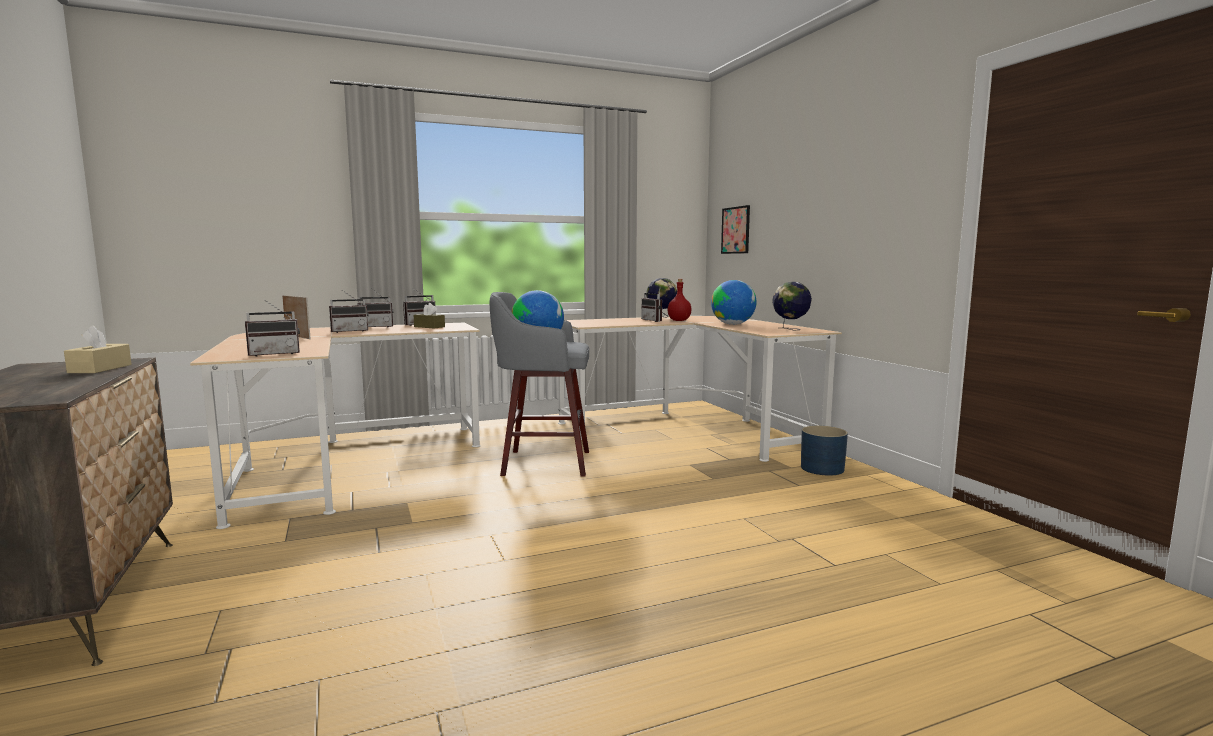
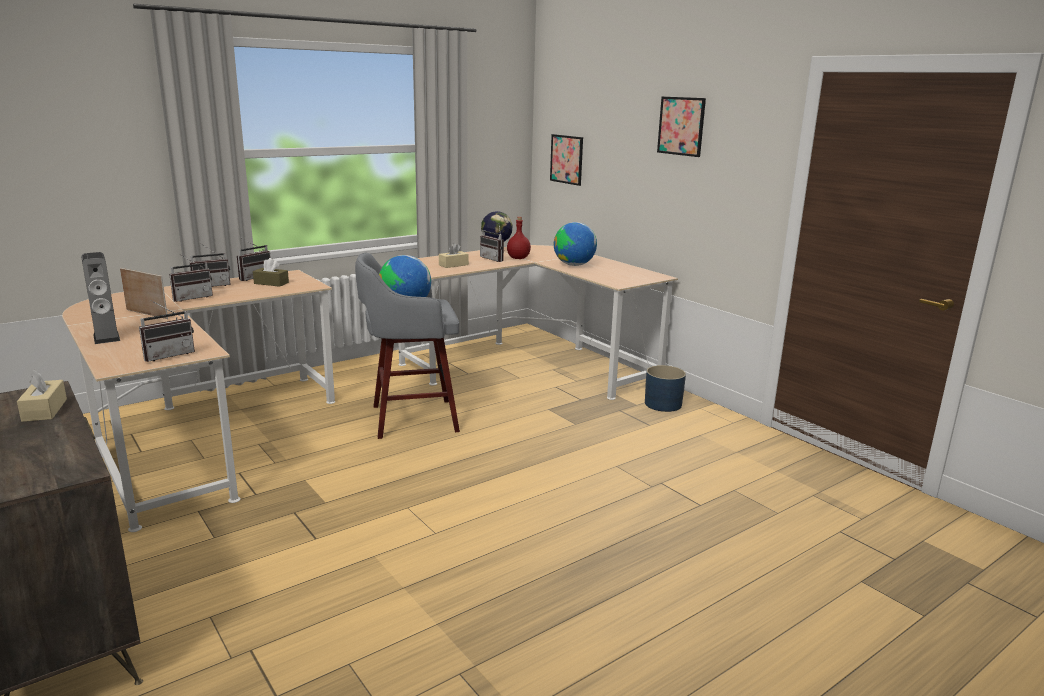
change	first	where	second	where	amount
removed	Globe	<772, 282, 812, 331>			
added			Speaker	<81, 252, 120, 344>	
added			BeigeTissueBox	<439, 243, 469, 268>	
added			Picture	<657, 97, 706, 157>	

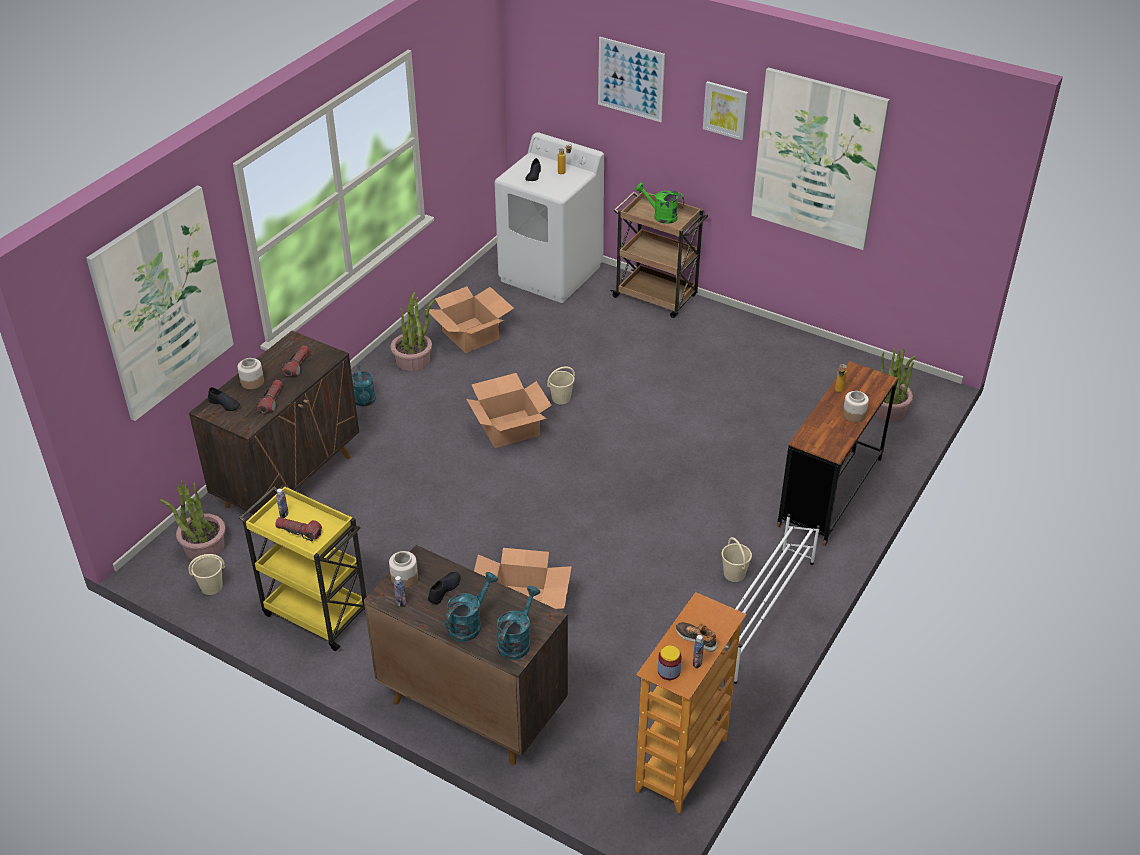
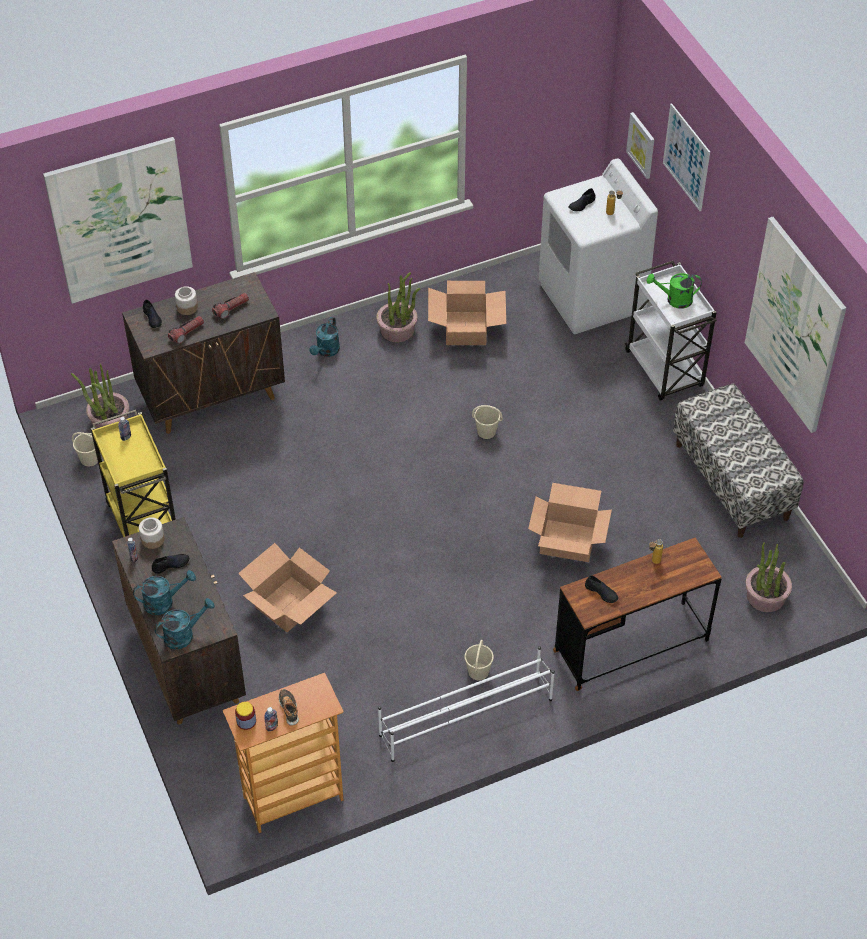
change	first	where	second	where	amount
removed	Flashlight	<275, 517, 322, 542>			
moved	CardboardBox	<466, 373, 552, 448>		<528, 483, 612, 562>	
recoloured	BrownCart	<611, 191, 708, 318>	WhiteCart	<625, 261, 717, 401>	
turned	GreenWateringCan	<635, 182, 684, 224>		<646, 273, 702, 309>	60 degrees counterclockwise
moved	Picture	<703, 81, 748, 140>		<626, 112, 654, 179>	
removed	Jar	<842, 391, 869, 422>			
added			BlackShoe	<585, 576, 619, 603>	
added			Bench	<673, 384, 803, 538>	

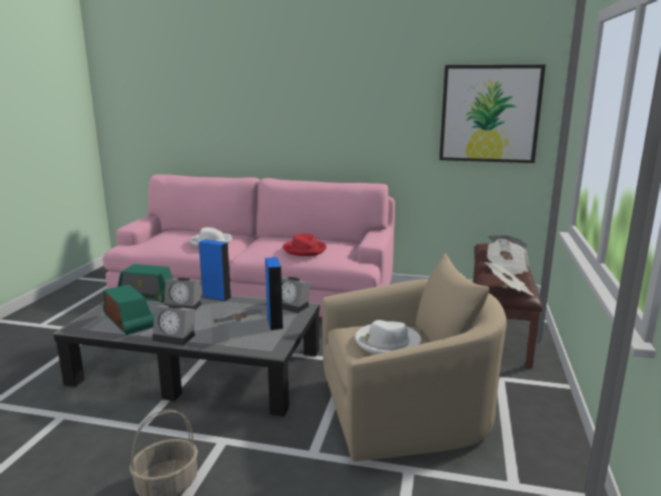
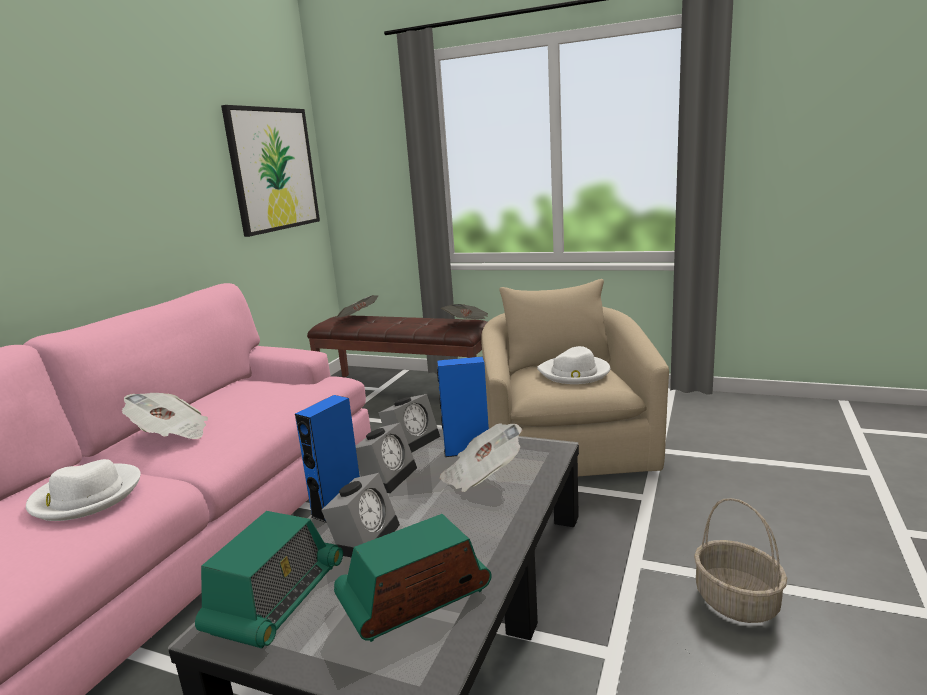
change	first	where	second	where	amount
moved	AlarmClock	<152, 304, 195, 346>		<356, 423, 417, 493>	
removed	RedHat	<283, 233, 327, 256>			
moved	Newspaper	<487, 239, 529, 275>		<122, 393, 208, 439>	

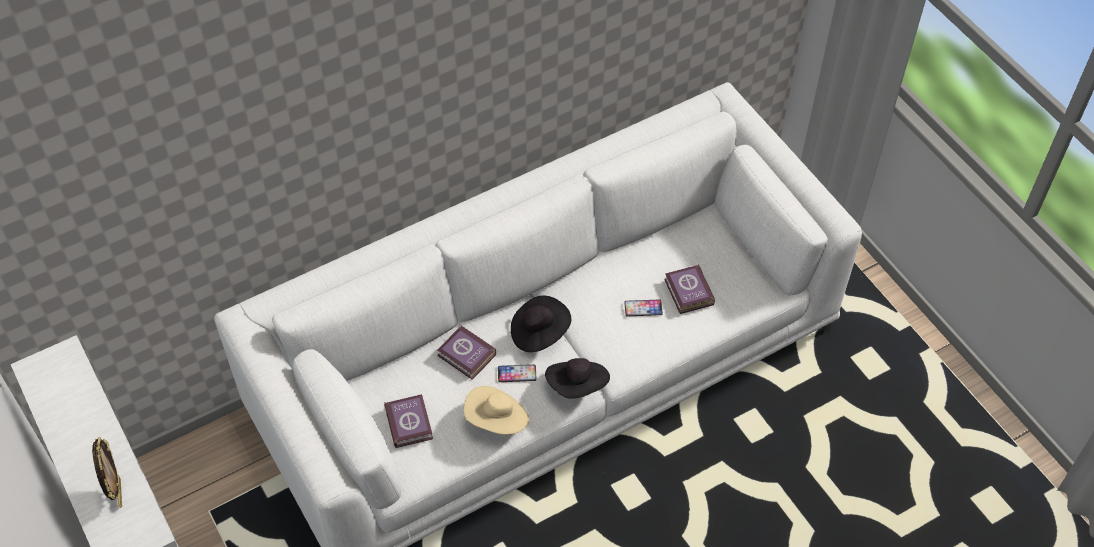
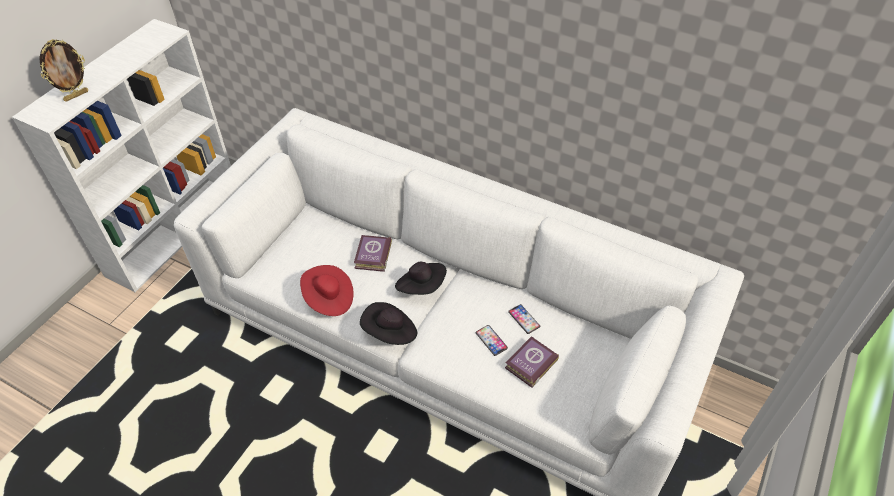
change	first	where	second	where	amount
removed	Book	<384, 394, 433, 448>			
recoloured	BeigeHat	<464, 386, 529, 435>	RedHat	<300, 265, 354, 316>	
moved	Phone	<498, 364, 537, 382>		<508, 304, 540, 334>	

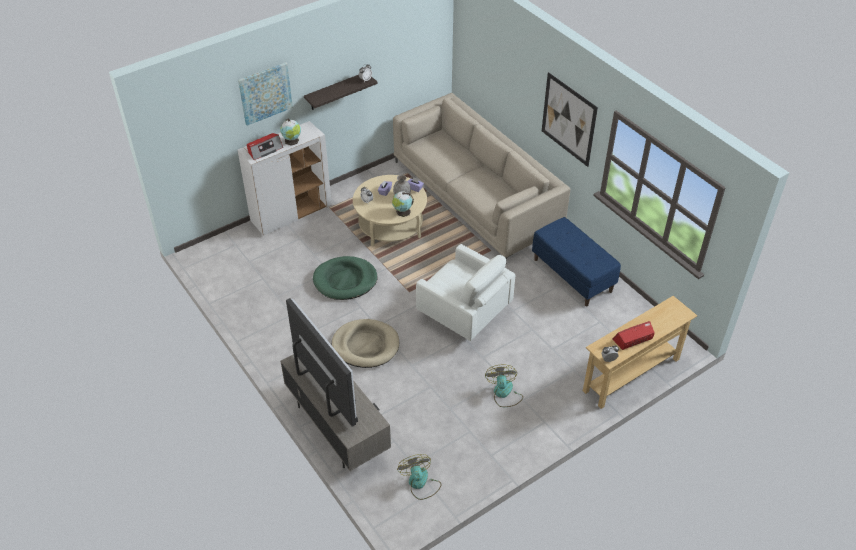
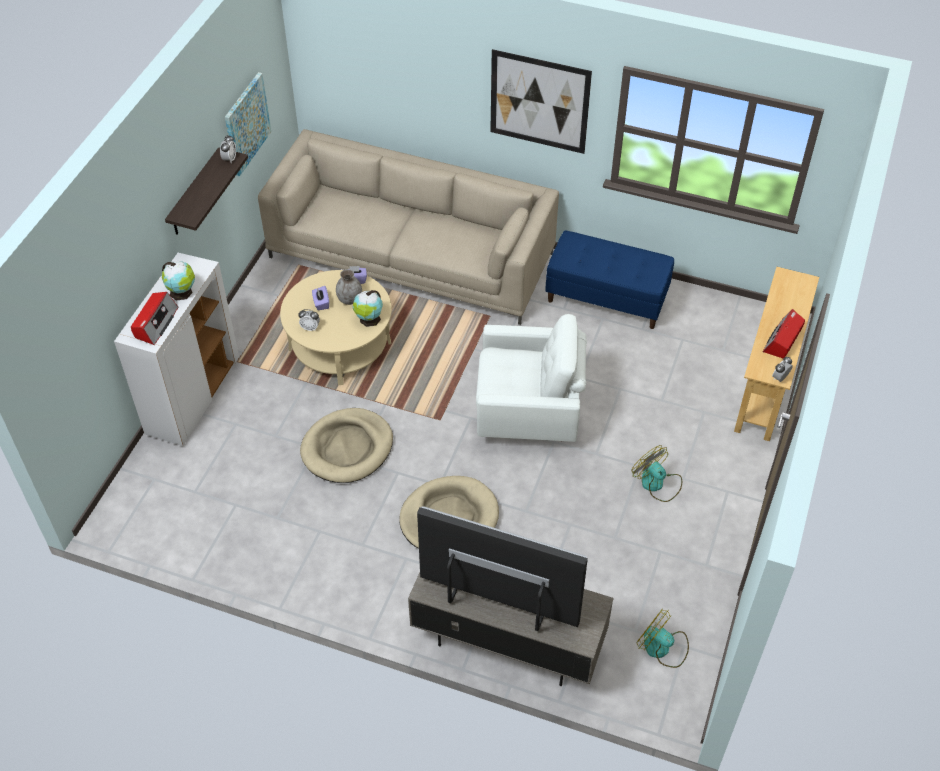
change	first	where	second	where	amount
moved	Picture	<238, 62, 293, 126>		<225, 72, 271, 177>	
recoloured	GreenDogBed	<313, 256, 378, 300>	BeigeDogBed	<300, 408, 393, 483>	

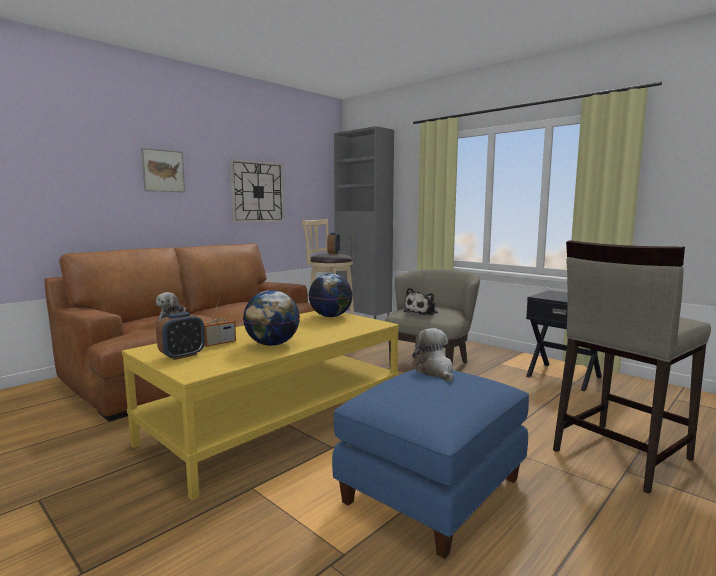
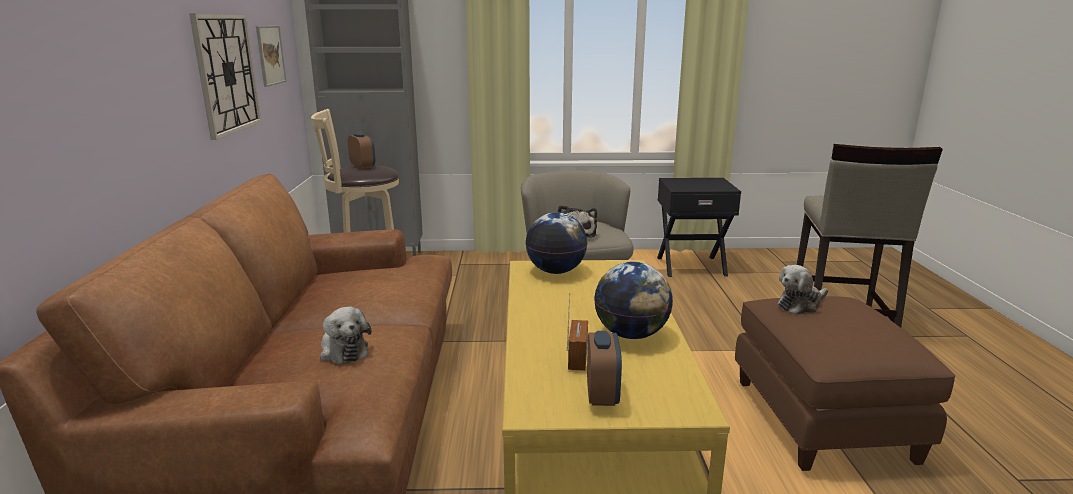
change	first	where	second	where	amount
moved	Picture	<141, 148, 185, 192>		<256, 26, 287, 87>	
recoloured	BlueOttoman	<332, 369, 529, 559>	BrownOttoman	<735, 296, 955, 471>	
turned	PlushToy	<413, 328, 454, 382>		<778, 265, 828, 315>	60 degrees counterclockwise

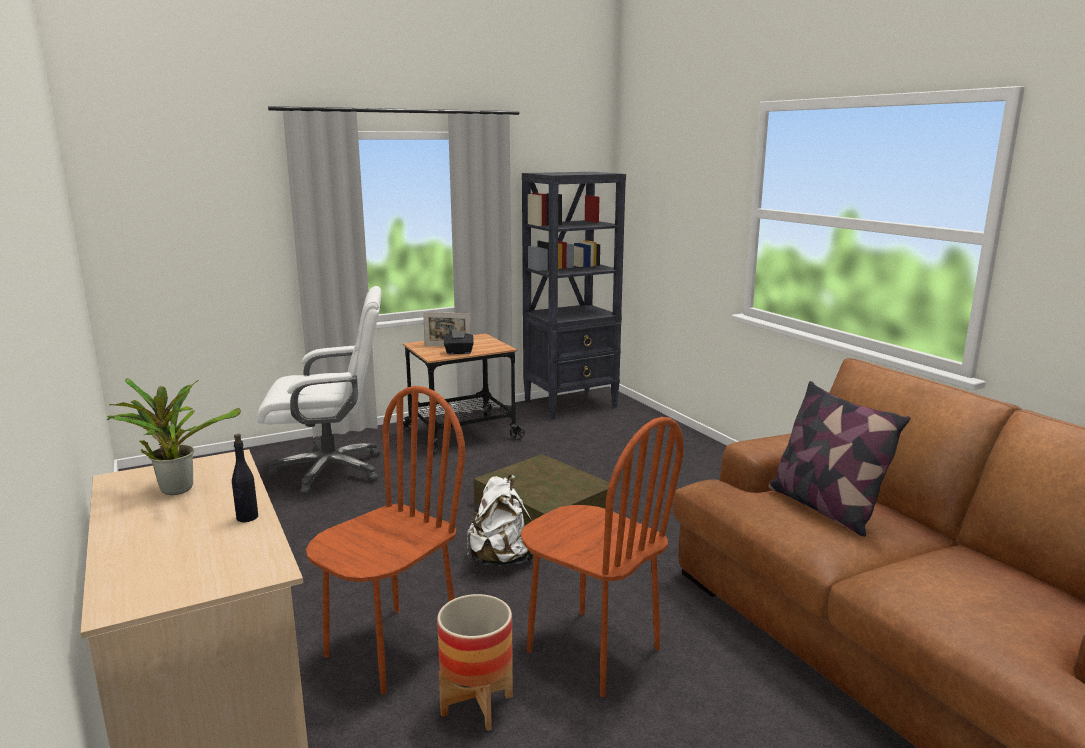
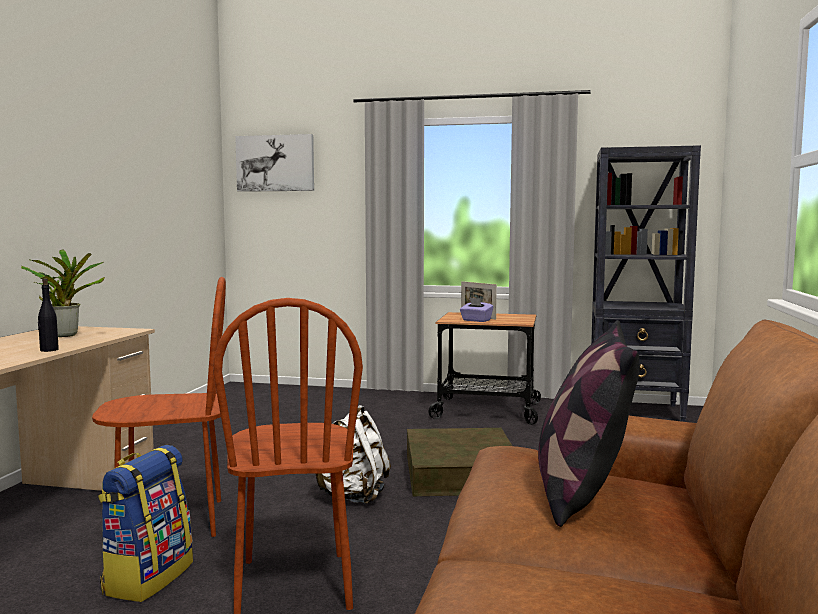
change	first	where	second	where	amount
removed	WhiteOfficeChair	<257, 286, 382, 495>			
replaced	Planter	<437, 594, 513, 731>	Backpack	<98, 445, 193, 602>	
recoloured	BlackTissueBox	<444, 331, 474, 354>	PurpleTissueBox	<460, 298, 494, 322>	
added			Picture	<235, 134, 314, 192>	

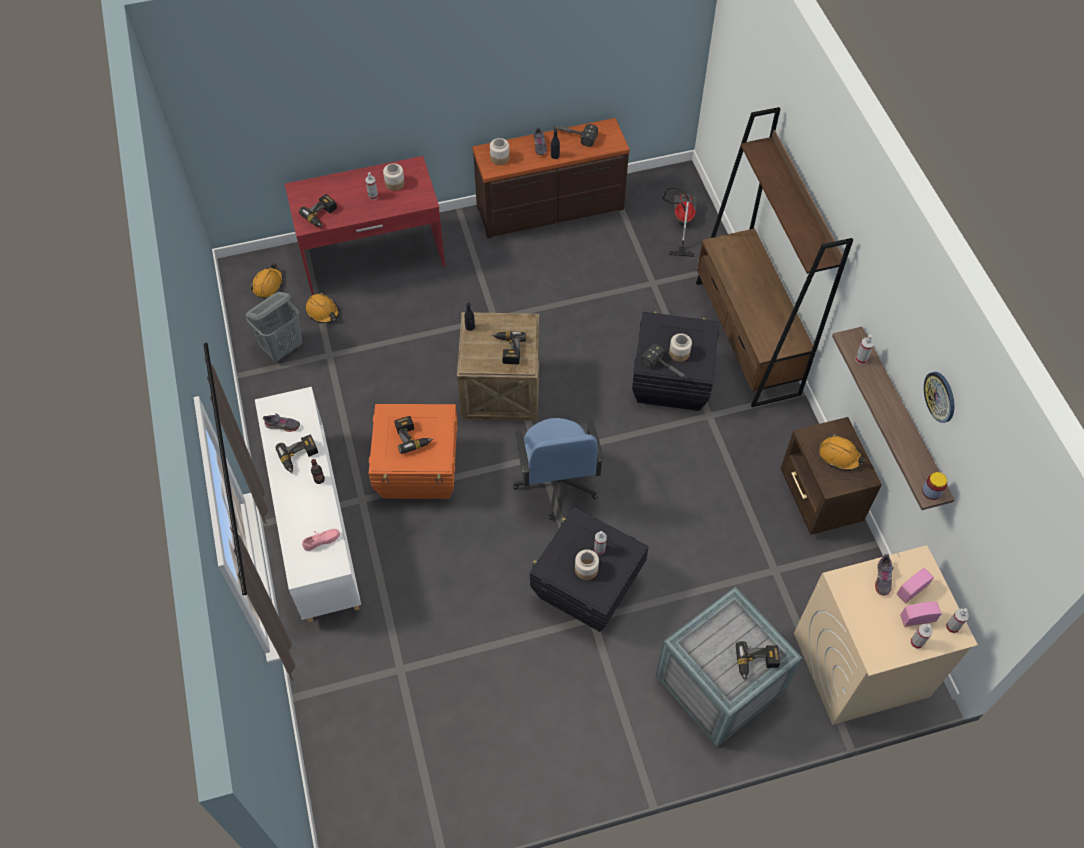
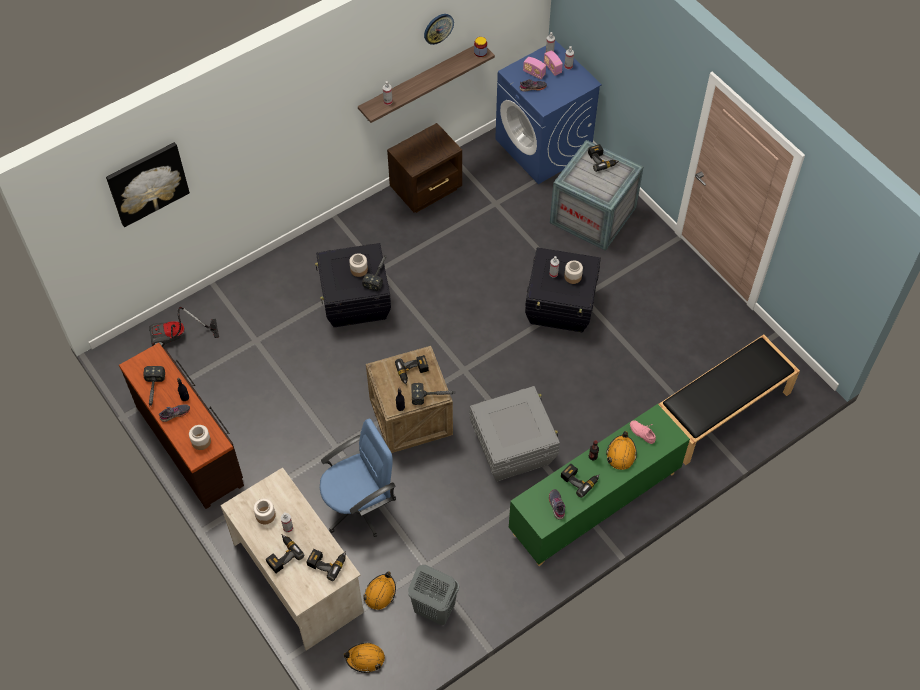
change	first	where	second	where	amount
recoloured	WhiteCabinet	<255, 387, 361, 622>	GreenCabinet	<509, 404, 690, 566>	
recoloured	RedDesk	<285, 156, 445, 295>	BeigeDesk	<220, 467, 364, 651>	
recoloured	OrangeStorageBox	<369, 404, 457, 499>	GreyStorageBox	<470, 386, 560, 482>	
moved	PowerDrill	<394, 416, 433, 454>		<266, 534, 305, 573>	
moved	BlueOfficeChair	<513, 418, 604, 520>		<320, 419, 396, 537>	
removed	BrownBookcase	<696, 107, 853, 407>			
recoloured	BeigeWashingMachine	<794, 545, 978, 725>	BlueWashingMachine	<495, 40, 602, 184>	
moved	OrangeHardHat	<819, 434, 866, 471>		<606, 431, 637, 470>	
added			Picture	<106, 142, 190, 227>	
added			Hammer	<411, 383, 456, 405>	
added			BlackBench	<658, 335, 800, 465>	

